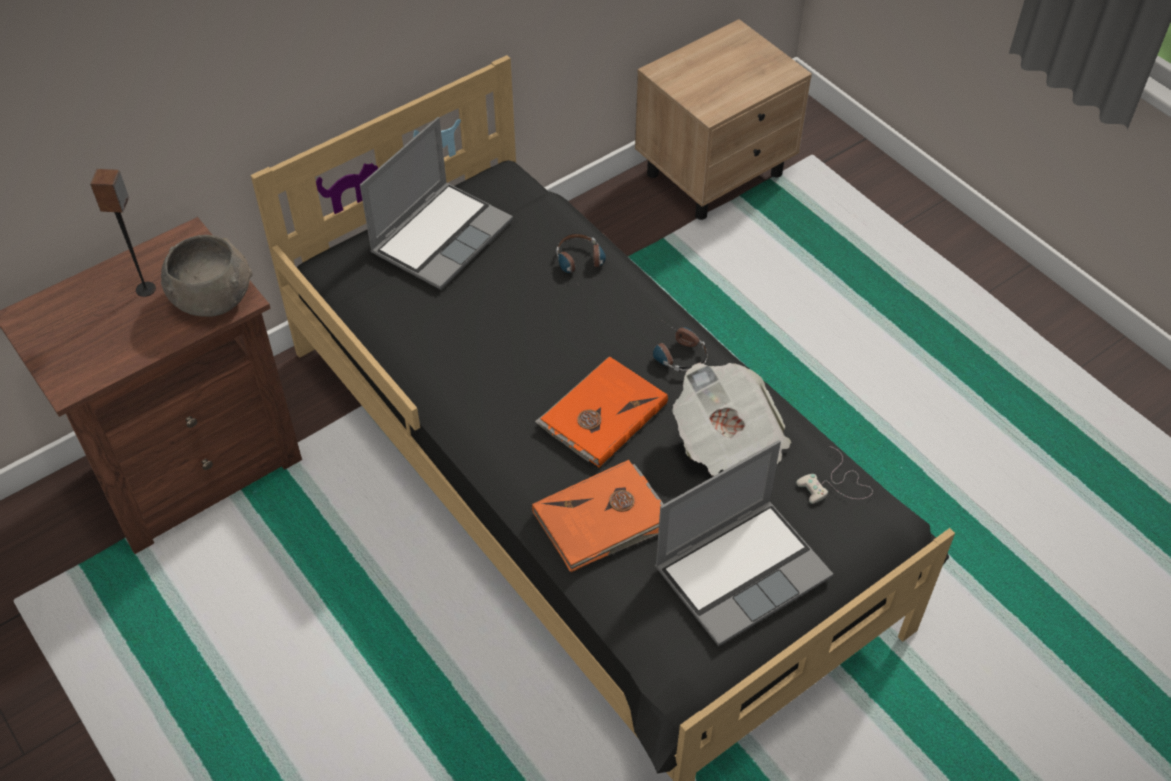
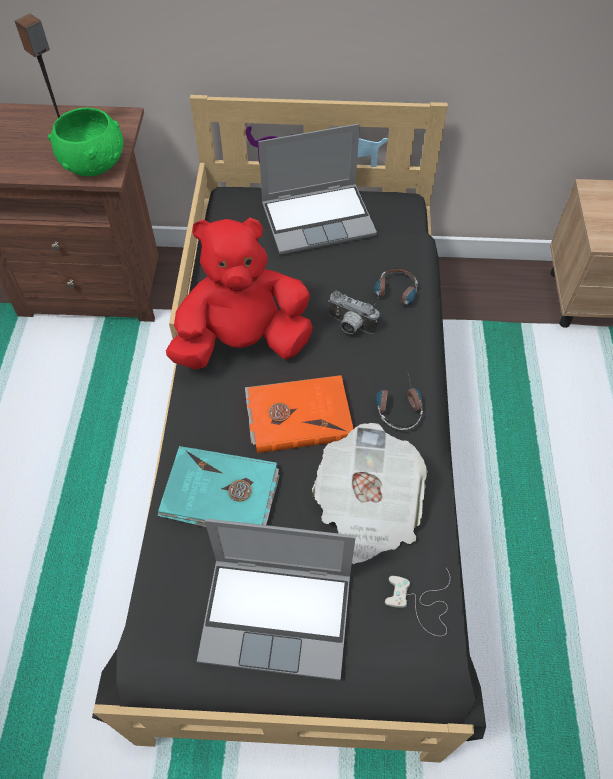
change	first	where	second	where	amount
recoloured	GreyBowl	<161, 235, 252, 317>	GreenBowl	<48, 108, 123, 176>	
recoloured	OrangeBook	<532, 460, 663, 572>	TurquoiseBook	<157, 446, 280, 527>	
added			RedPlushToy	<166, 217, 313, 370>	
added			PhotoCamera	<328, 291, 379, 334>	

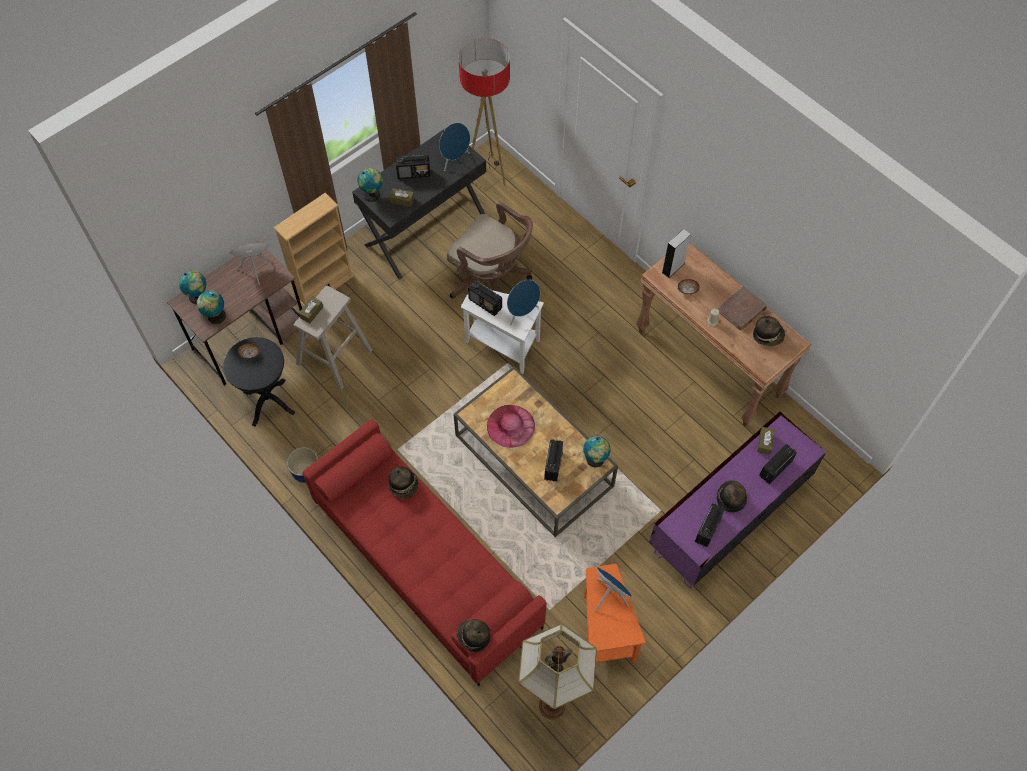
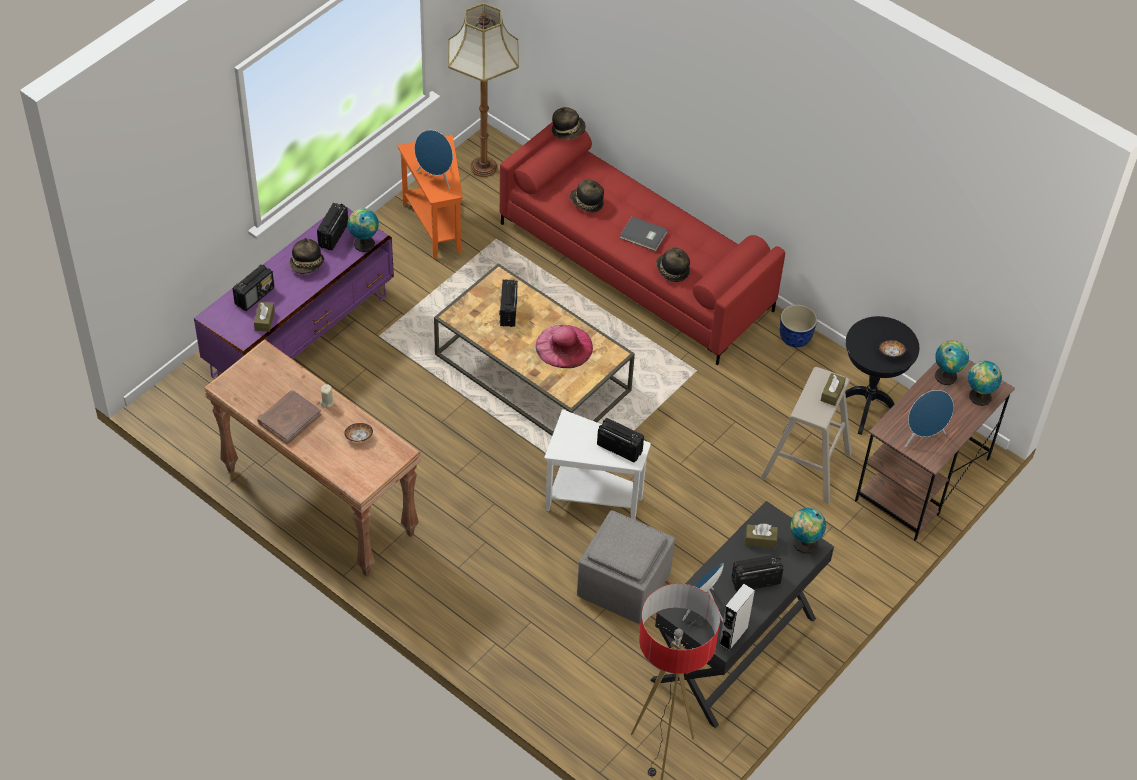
change	first	where	second	where	amount
removed	BeigeBookcase	<274, 193, 354, 306>			
replaced	BrownOfficeChair	<447, 201, 533, 298>	GreyOttoman	<577, 510, 675, 624>	
removed	BlueSpeaker	<507, 280, 540, 326>			
moved	Globe	<583, 436, 611, 468>		<347, 208, 379, 252>	
moved	GreySpeaker	<662, 229, 691, 278>		<719, 584, 755, 651>	
moved	Hat	<753, 316, 785, 346>		<570, 180, 604, 213>	
added			GreyBook	<620, 216, 668, 251>	

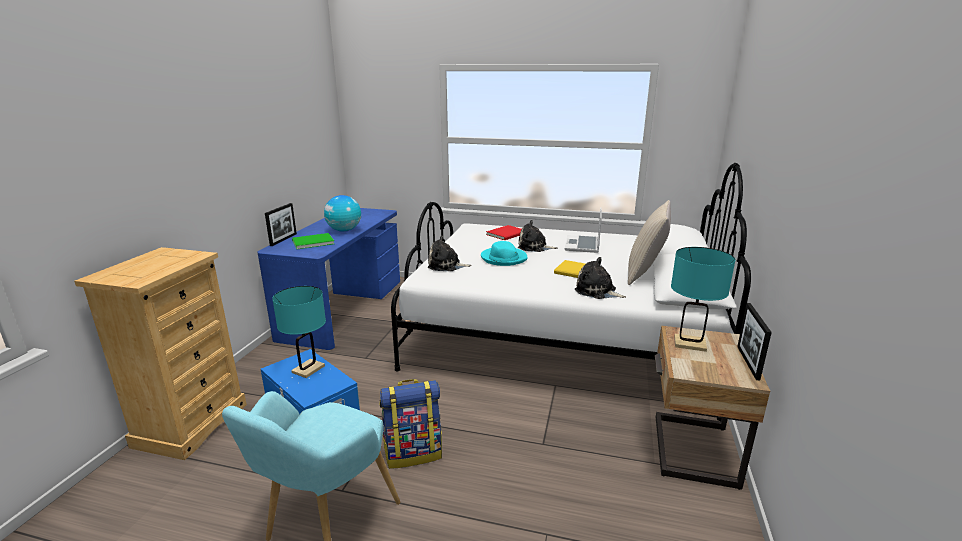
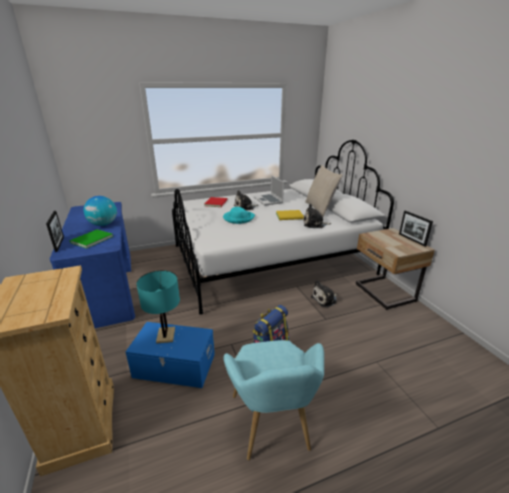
change	first	where	second	where	amount
moved	PlushToy	<428, 236, 472, 271>		<311, 280, 337, 307>	
removed	TurquoiseTableLamp	<671, 247, 735, 352>			

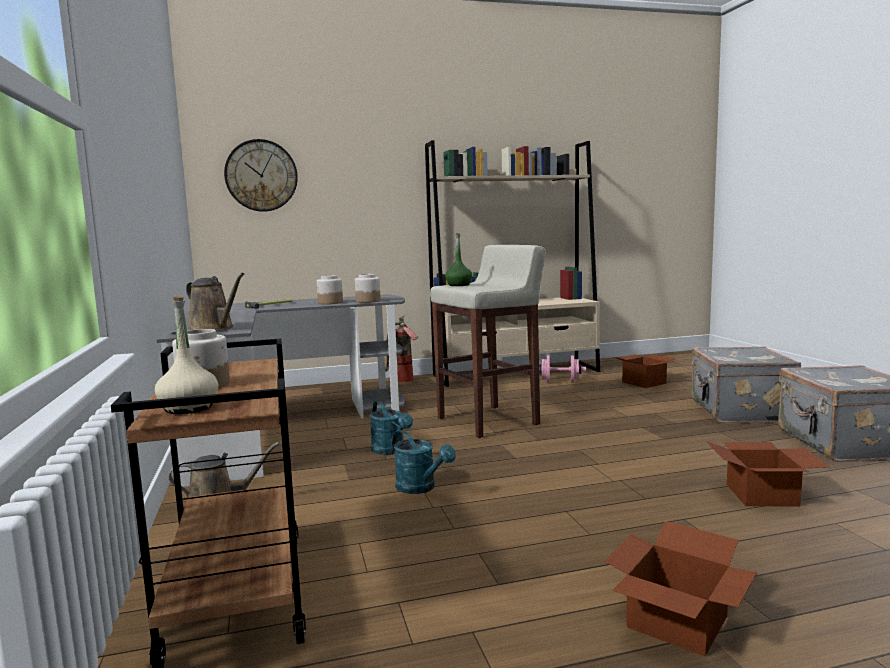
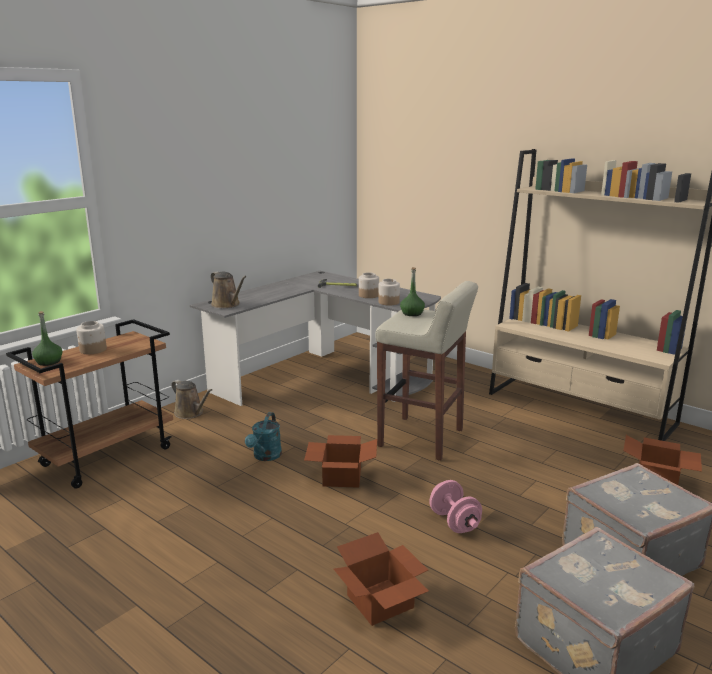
change	first	where	second	where	amount
recoloured	BeigeBottle	<155, 296, 218, 414>	GreenBottle	<32, 311, 63, 366>	
turned	BrownWateringCan	<186, 273, 244, 331>		<211, 271, 247, 308>	45 degrees counterclockwise
removed	WallClock	<224, 139, 298, 212>			
removed	TurquoiseWateringCan	<370, 401, 413, 455>			
removed	FireExtinguisher	<385, 316, 418, 383>			
moved	PinkDumbbell	<539, 355, 586, 383>		<429, 480, 482, 533>	
moved	CardboardBox	<604, 521, 757, 656>		<304, 435, 377, 488>	

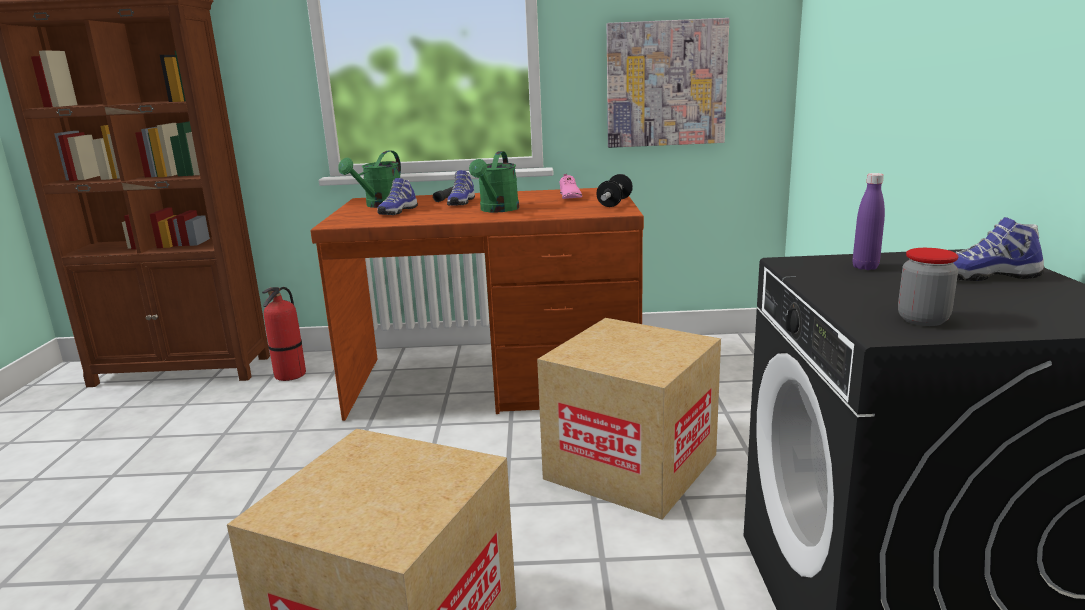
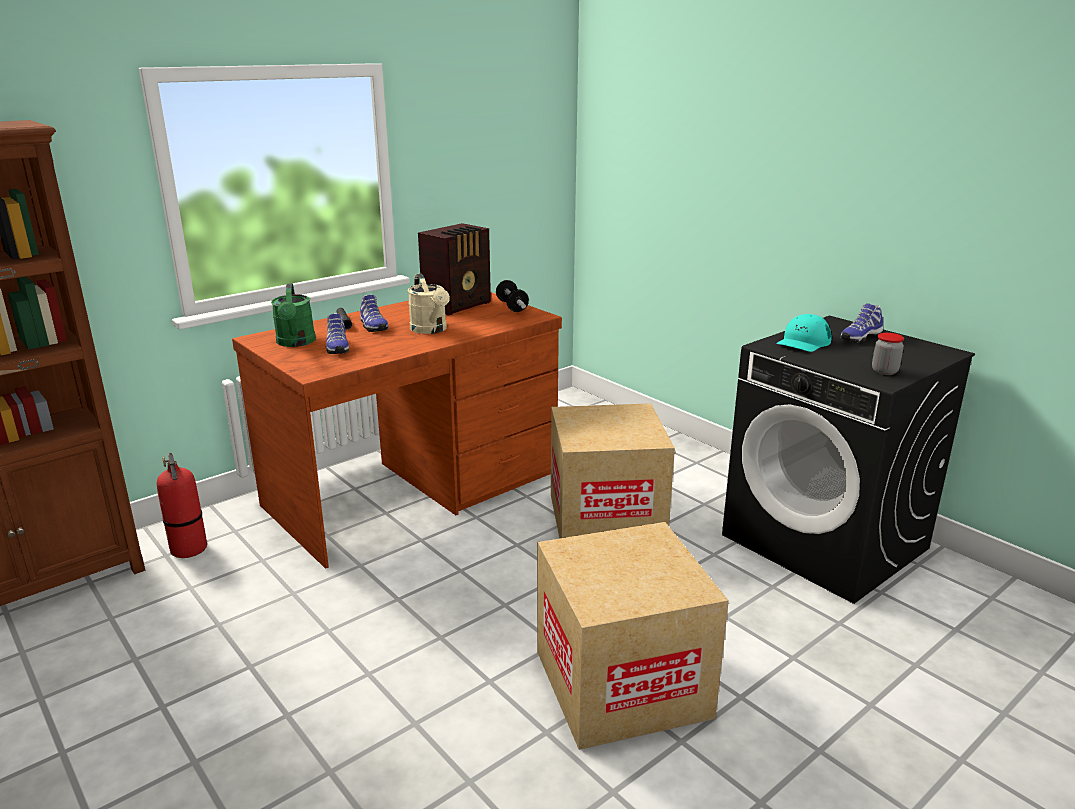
change	first	where	second	where	amount
recoloured	GreenWateringCan	<469, 151, 519, 213>	BeigeWateringCan	<408, 274, 450, 334>	
replaced	PinkShoe	<560, 174, 582, 199>	Radio	<418, 223, 491, 316>	
removed	Picture	<607, 18, 729, 148>			
replaced	PurpleBottle	<853, 173, 885, 270>	TurquoiseCap	<776, 314, 832, 352>	

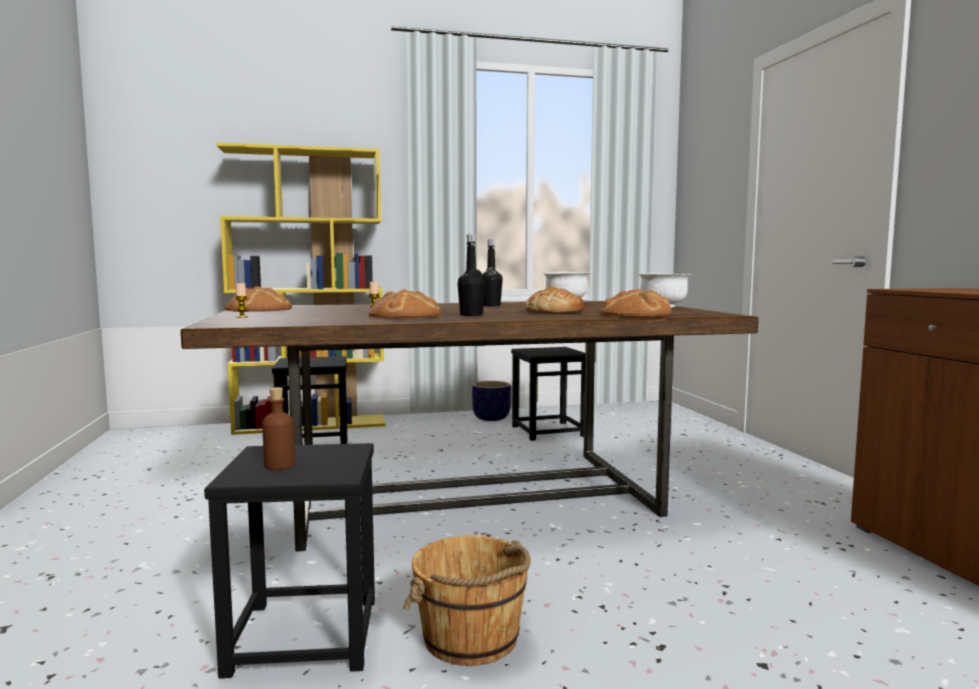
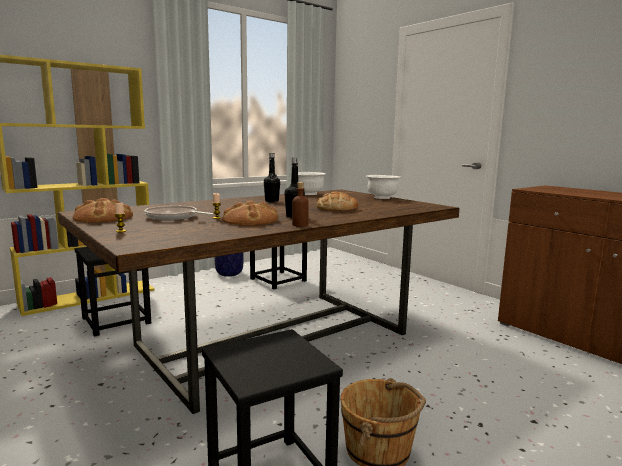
change	first	where	second	where	amount
moved	BrownBottle	<262, 387, 295, 470>		<292, 182, 309, 227>	
removed	Bread	<600, 289, 672, 317>			
added			FryingPan	<144, 206, 213, 220>	

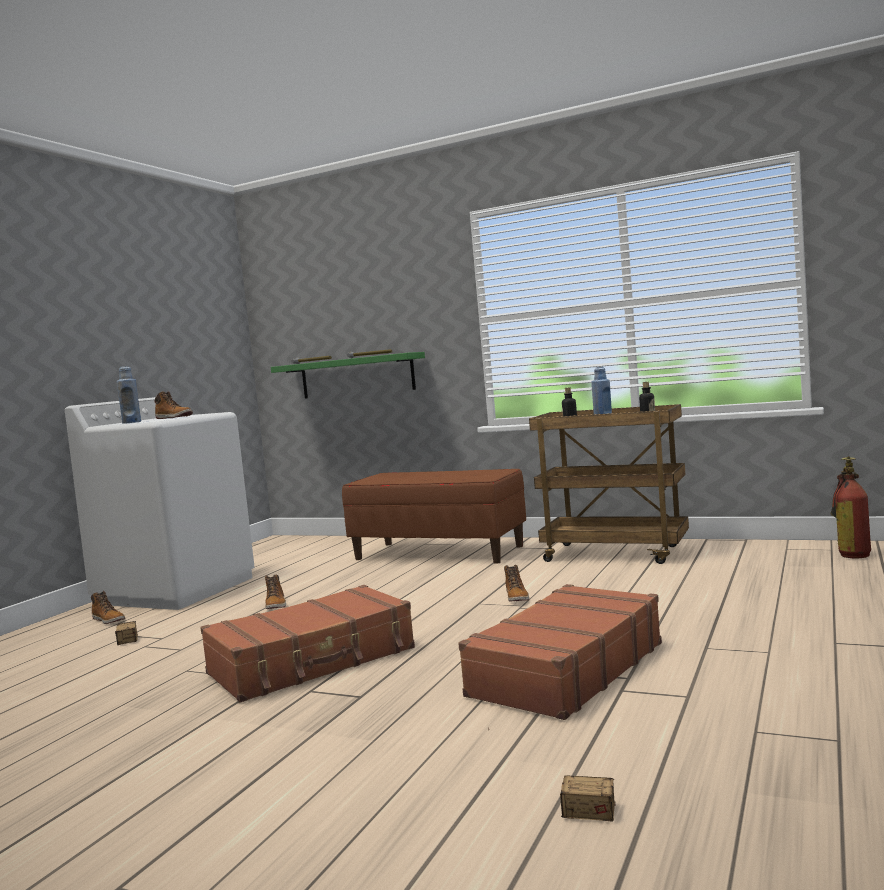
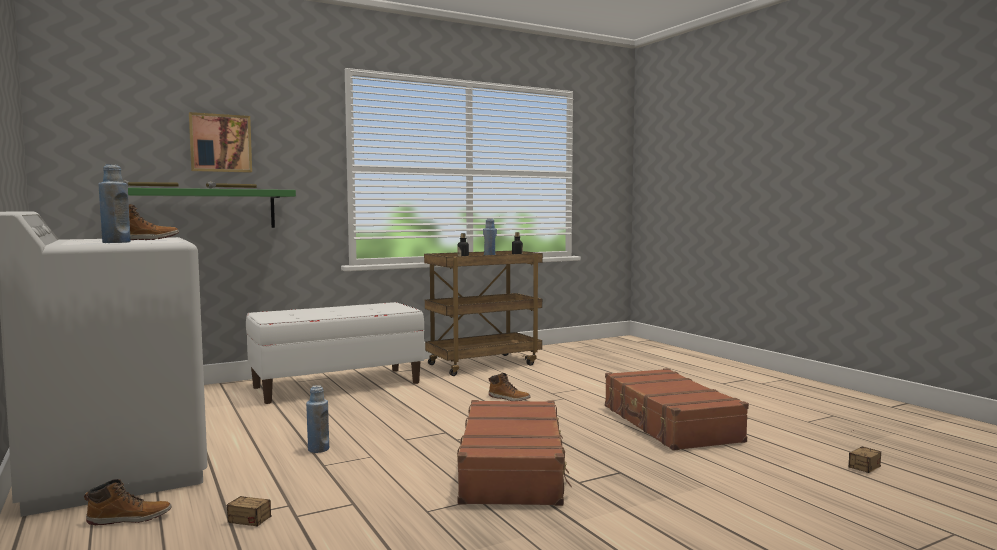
change	first	where	second	where	amount
replaced	Boot	<265, 574, 286, 609>	BlueBottle	<306, 385, 329, 453>	
recoloured	BrownBench	<342, 469, 526, 564>	WhiteBench	<246, 302, 424, 404>	
removed	FireExtinguisher	<831, 456, 871, 558>			
added			Picture	<189, 112, 252, 173>	

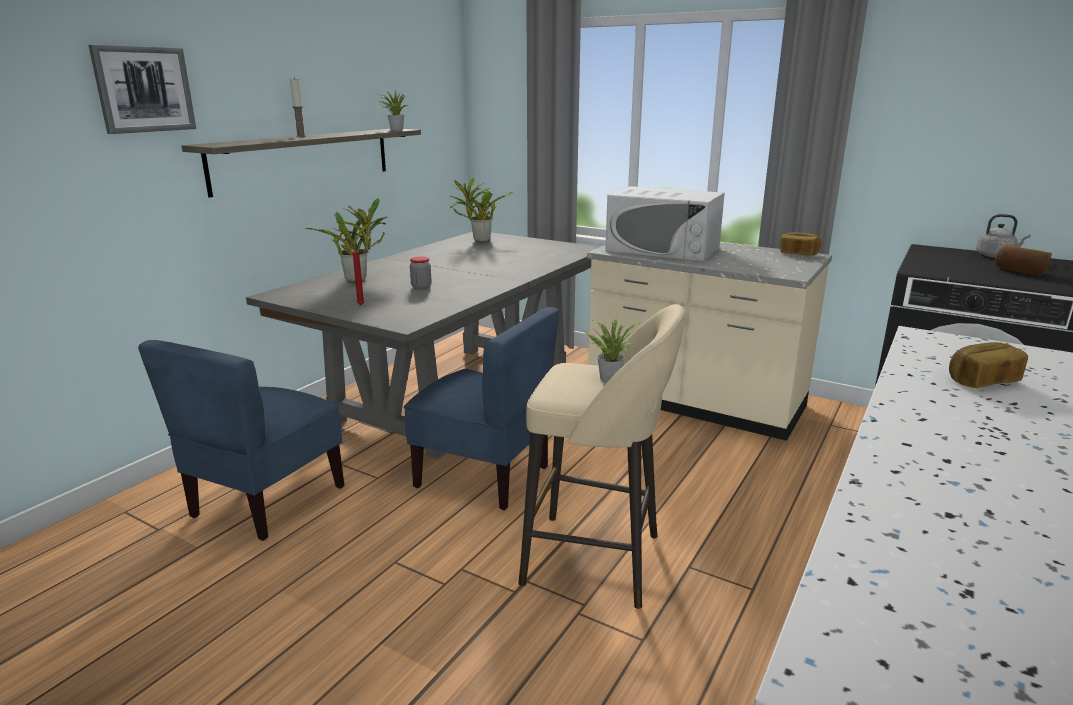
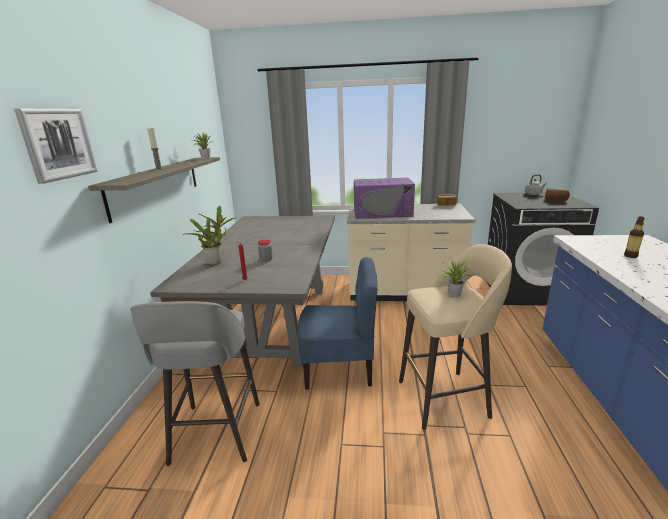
change	first	where	second	where	amount
replaced	BlueChair	<138, 340, 344, 541>	GreyStool	<130, 301, 260, 466>	
removed	PottedPlant	<449, 178, 515, 242>			
recoloured	WhiteMicrowave	<605, 186, 725, 262>	PurpleMicrowave	<354, 178, 415, 219>	
replaced	Bread	<949, 342, 1028, 388>	Bottle	<624, 216, 644, 258>	

